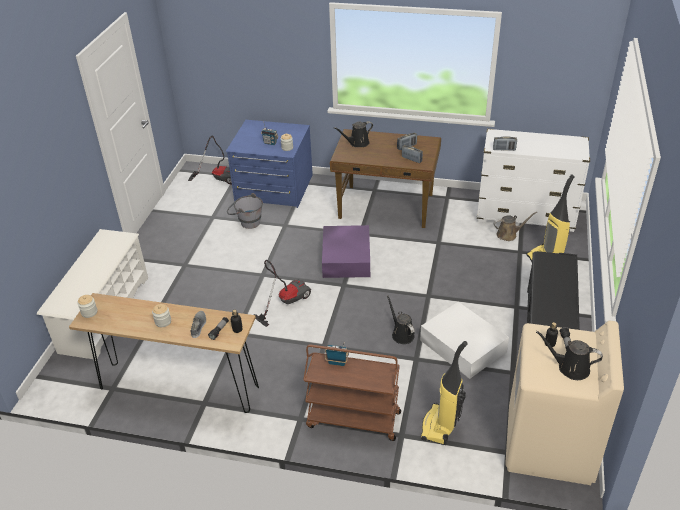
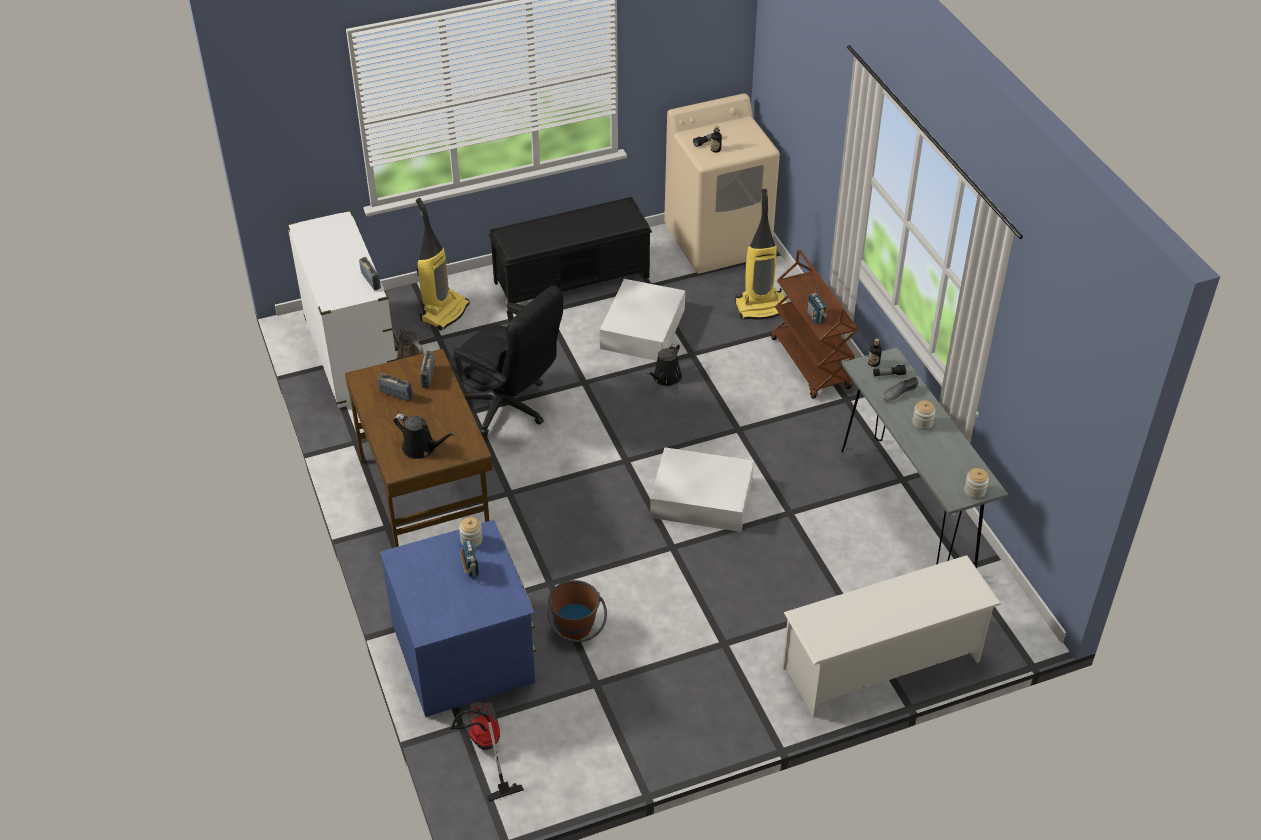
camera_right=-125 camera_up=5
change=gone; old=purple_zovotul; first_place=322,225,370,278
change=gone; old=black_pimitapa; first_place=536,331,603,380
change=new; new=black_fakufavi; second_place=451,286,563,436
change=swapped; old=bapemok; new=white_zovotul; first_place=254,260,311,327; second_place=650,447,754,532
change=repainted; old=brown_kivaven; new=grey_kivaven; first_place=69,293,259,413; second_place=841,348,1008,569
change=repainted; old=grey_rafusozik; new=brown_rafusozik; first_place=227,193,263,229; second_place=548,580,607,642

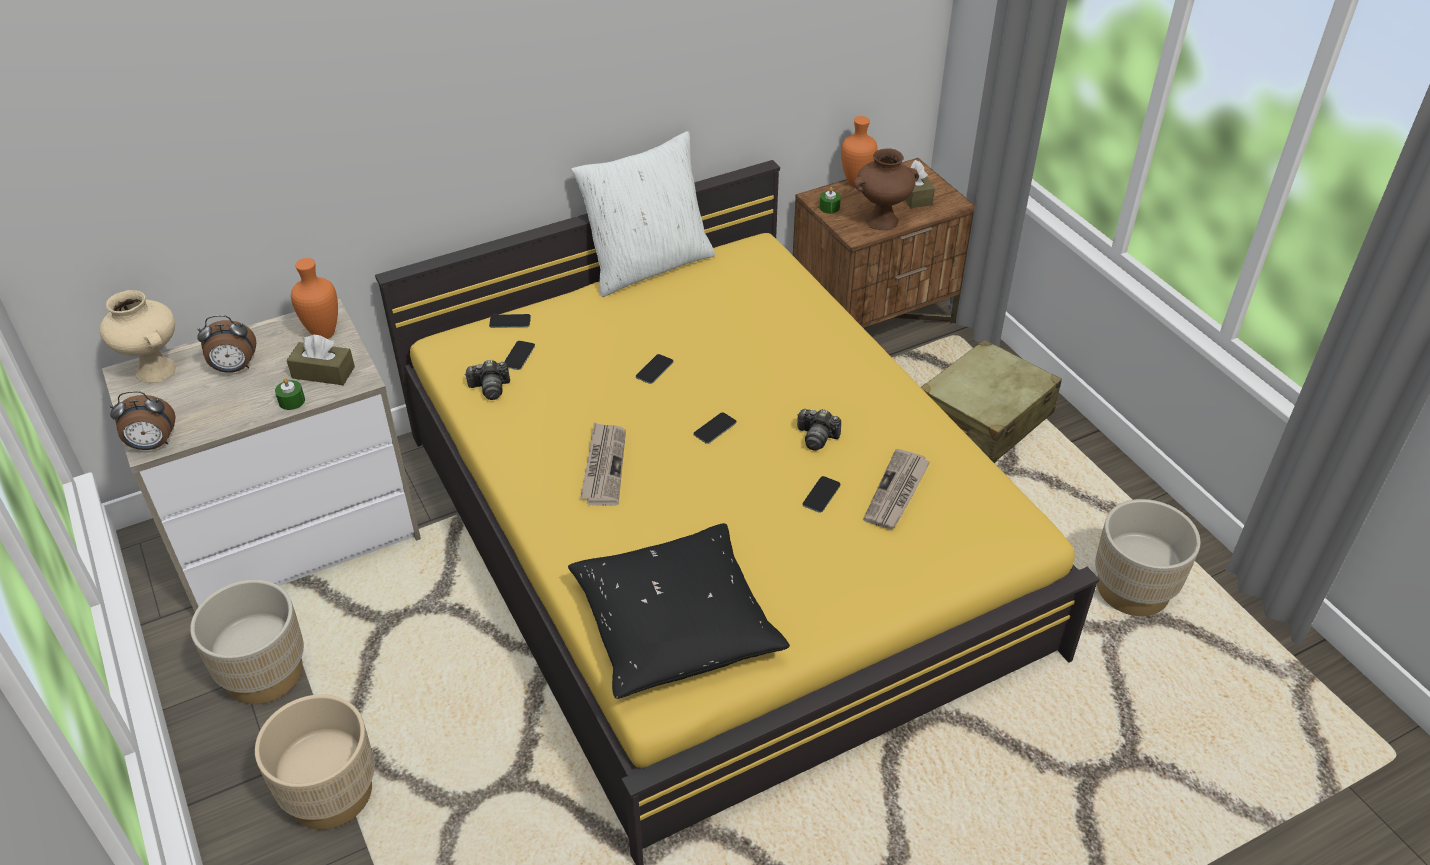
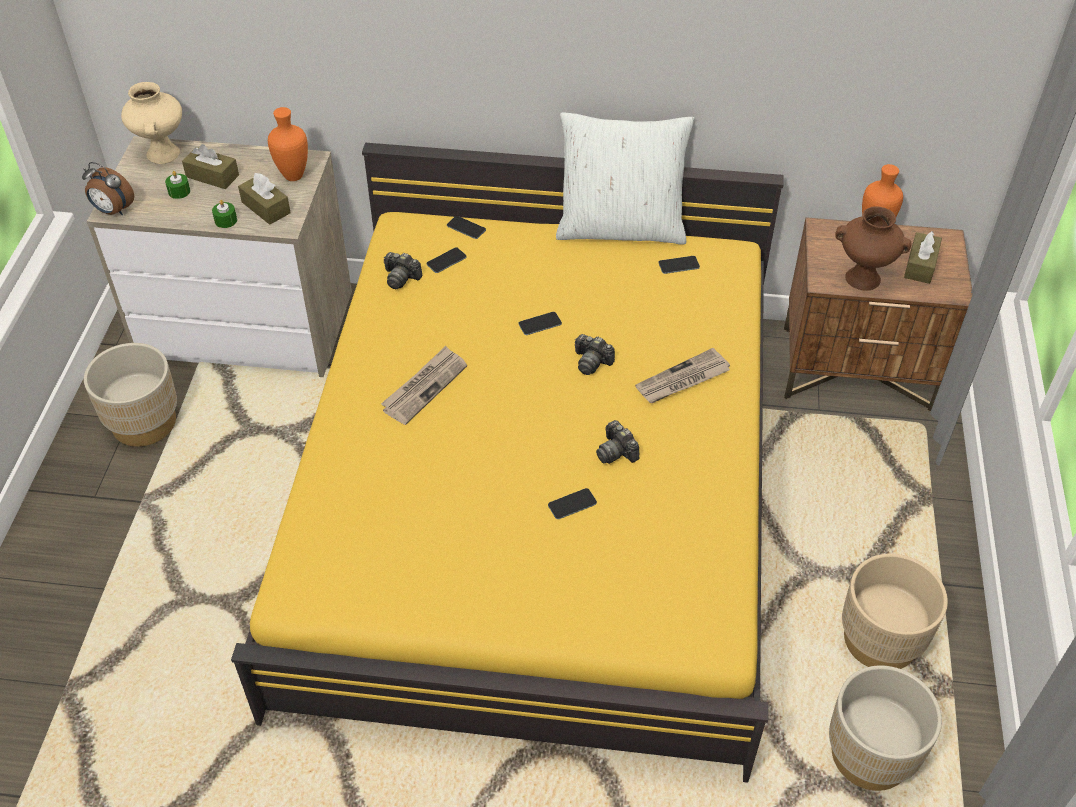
camera_right=35 camera_up=5
change=gone; old=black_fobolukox; first_place=568,523,790,699
change=gone; old=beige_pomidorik; first_place=921,339,1062,463
change=new; new=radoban; second_place=575,334,615,375
change=shifted; old=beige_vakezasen; first_place=255,694,374,829; second_place=842,554,948,669
change=shifted; old=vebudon; first_place=694,412,736,444; second_place=658,256,700,274
change=shifted; old=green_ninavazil; first_place=820,187,841,214; second_place=165,171,190,199
change=shifted; old=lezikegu; first_place=863,449,931,529; second_place=635,348,730,403
change=swapped; old=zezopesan; new=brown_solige; first_place=197,315,256,373; second_place=182,144,239,189

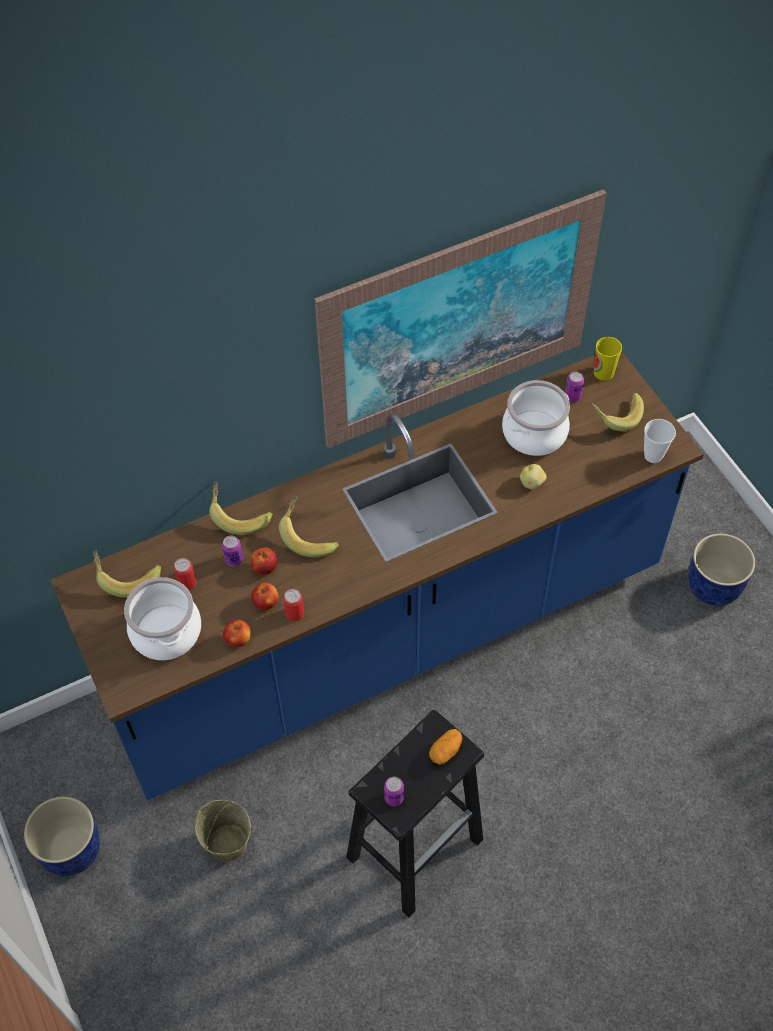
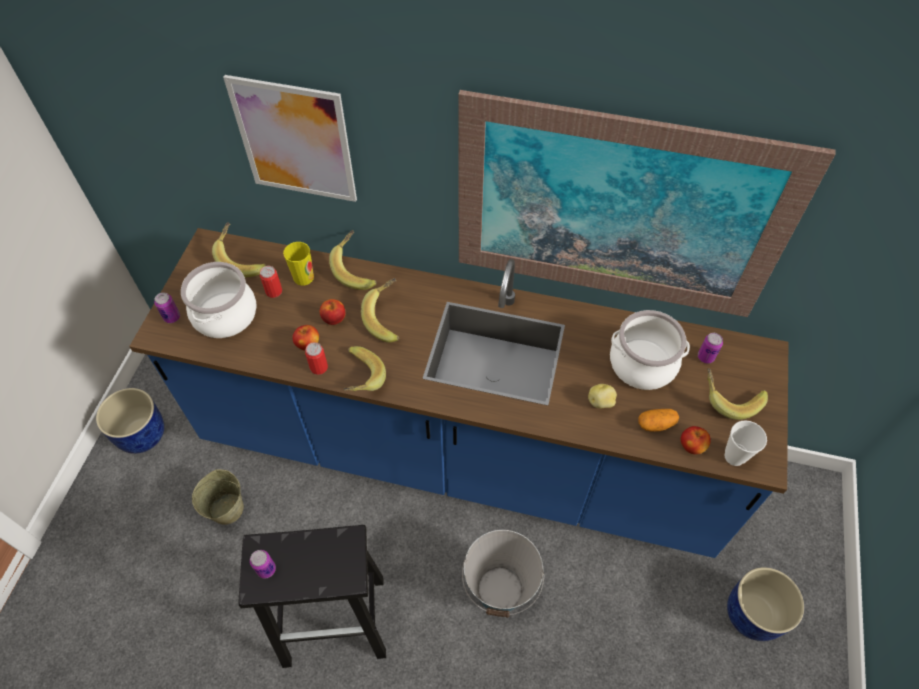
camera_right=40 camera_up=0
change=new; new=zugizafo; second_place=223,75,357,202
change=new; new=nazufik; second_place=344,346,386,391
change=new; new=rafusozik; second_place=462,530,544,618
change=shifted; old=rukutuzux; first_place=222,536,243,567; second_place=154,292,180,323
change=shifted; old=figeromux; first_place=223,619,251,647; second_place=681,426,711,454
change=shifted; old=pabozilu; first_place=429,729,462,765; second_place=638,409,679,432
change=shifted; old=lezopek; first_place=594,337,622,381; second_place=283,242,314,286

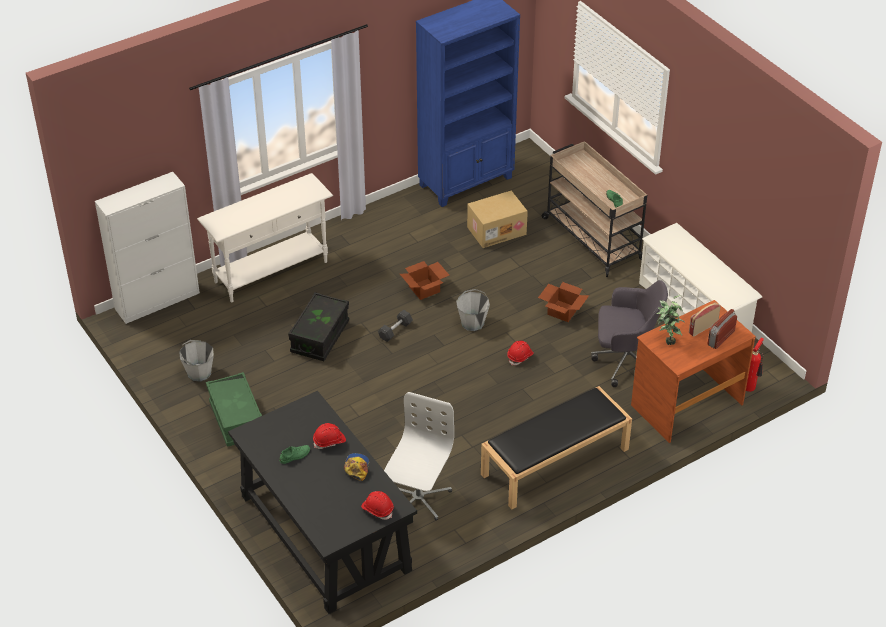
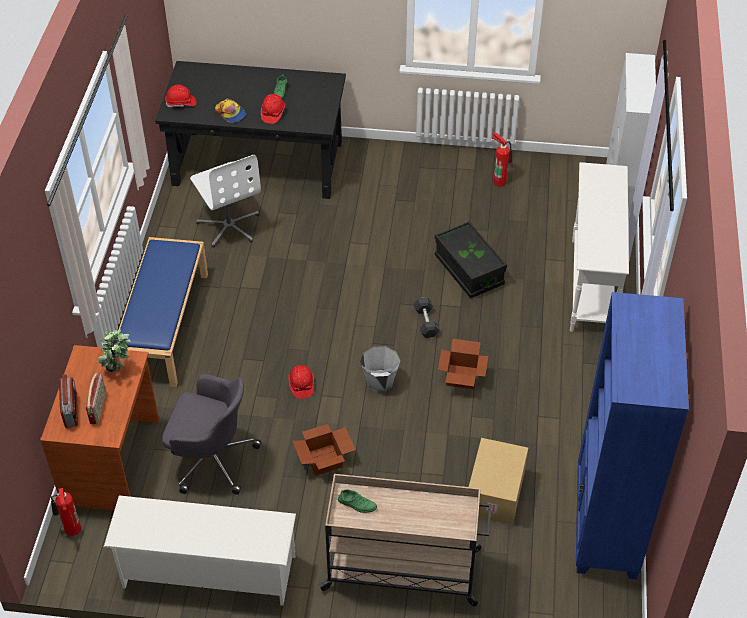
camera_right=130 camera_up=5
change=gone; old=green_zovotul; first_place=206,372,262,447
change=swapped; old=grey_rafusozik; new=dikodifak; first_place=179,340,214,382; second_place=492,132,512,187
change=repainted; old=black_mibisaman; new=blue_mibisaman; first_place=481,386,632,510; second_place=116,237,208,387
change=rotated; old=grey_fakufavi; first_place=591,280,668,387; second_place=162,374,261,495; degrees=-120

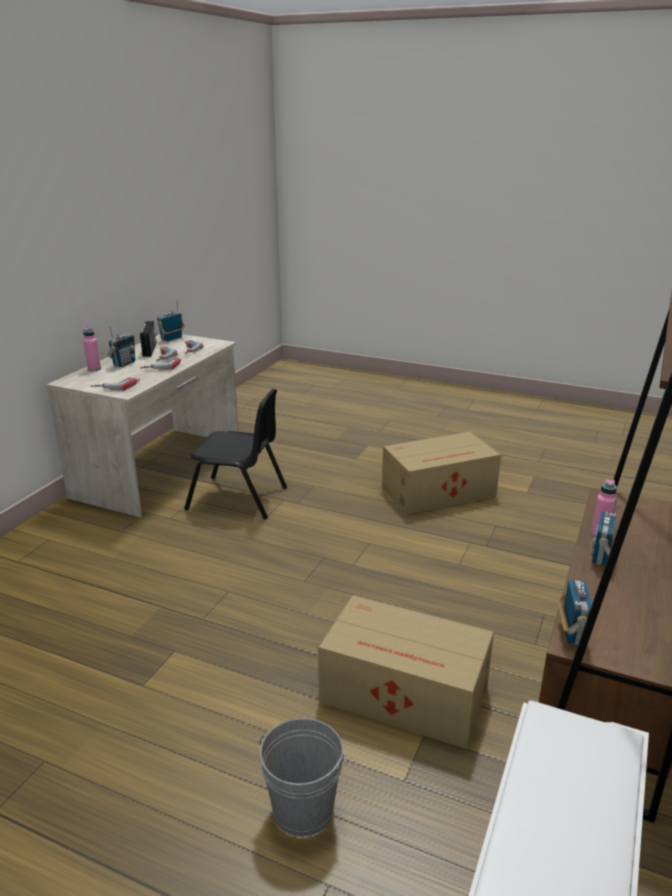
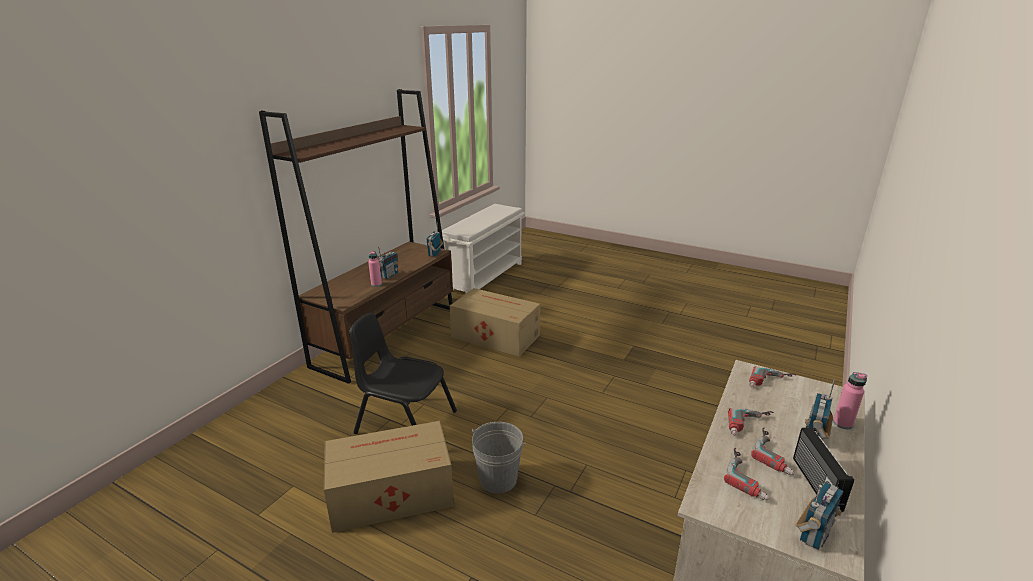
camera_right=-175 camera_up=0
change=shifted; old=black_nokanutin; first_place=184,389,287,519; second_place=349,312,457,434
change=shifted; old=grey_rafusozik; first_place=255,718,347,836; second_place=472,422,526,493

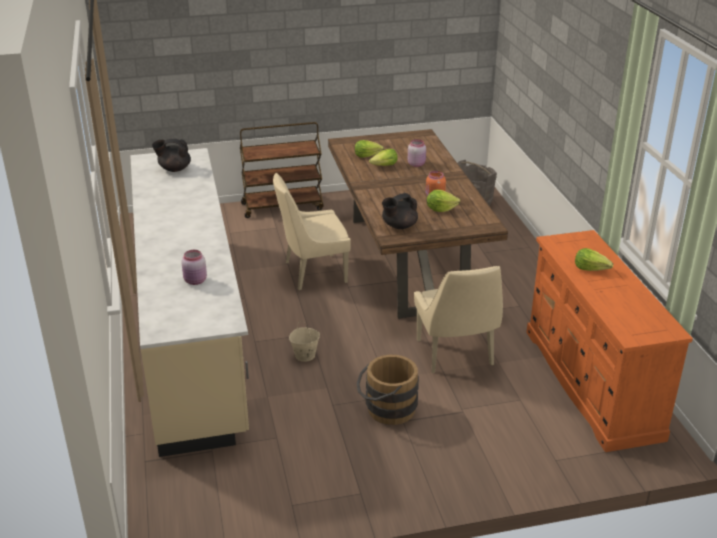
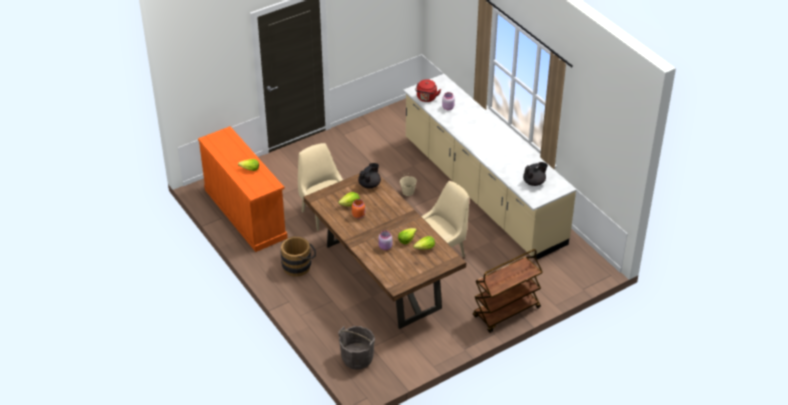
camera_right=160 camera_up=10
change=new; new=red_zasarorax; second_place=415,79,441,102
change=shifted; old=brown_rafusozik; first_place=357,355,419,425; second_place=281,237,316,277

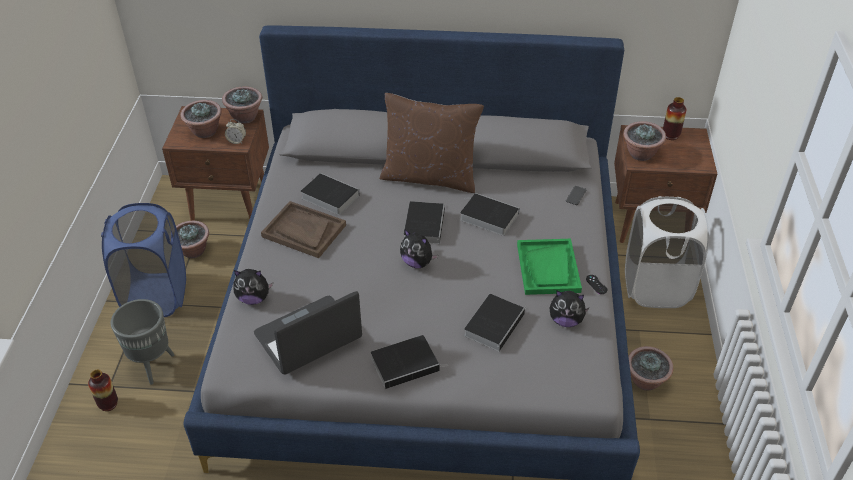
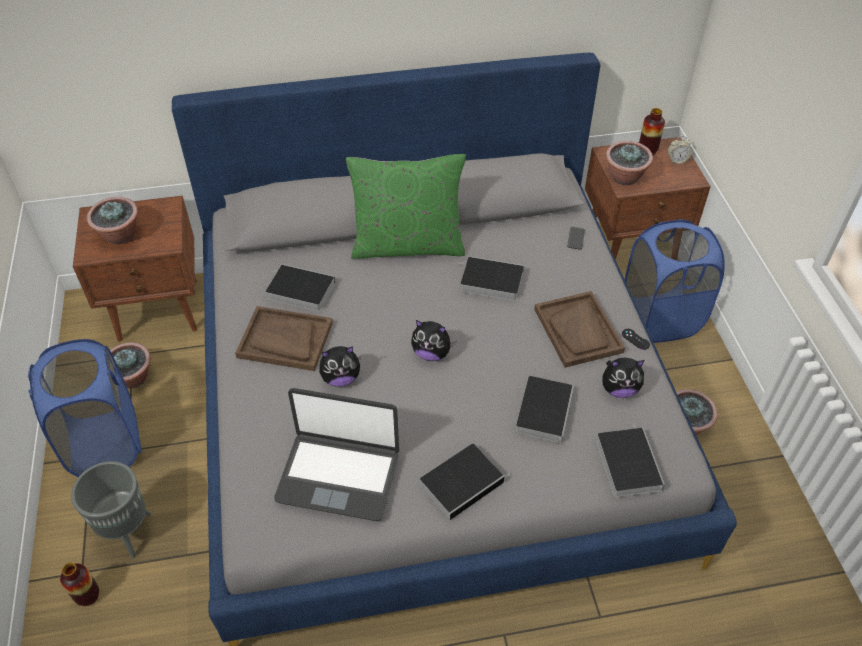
camera_right=-15 camera_up=5
change=gone; old=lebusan; first_place=222,87,262,123
change=shifted; old=zezopesan; first_place=225,119,246,144; second_place=668,136,691,164
change=shifted; old=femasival; first_place=233,269,273,305; second_place=319,346,361,387
change=shifted; old=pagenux; first_place=404,201,445,244; second_place=596,424,665,497
change=repainted; old=brown_fobolukox; new=green_fobolukox; first_place=380,93,484,193; second_place=346,154,466,259
change=repainted; old=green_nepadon; new=brown_nepadon; first_place=517,239,582,295; second_place=534,291,625,368
change=repainted; old=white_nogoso; new=blue_nogoso; first_place=625,196,709,308; second_place=624,219,725,343
change=rotated; old=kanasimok; first_place=254,291,362,374; second_place=274,388,399,521; degrees=-120

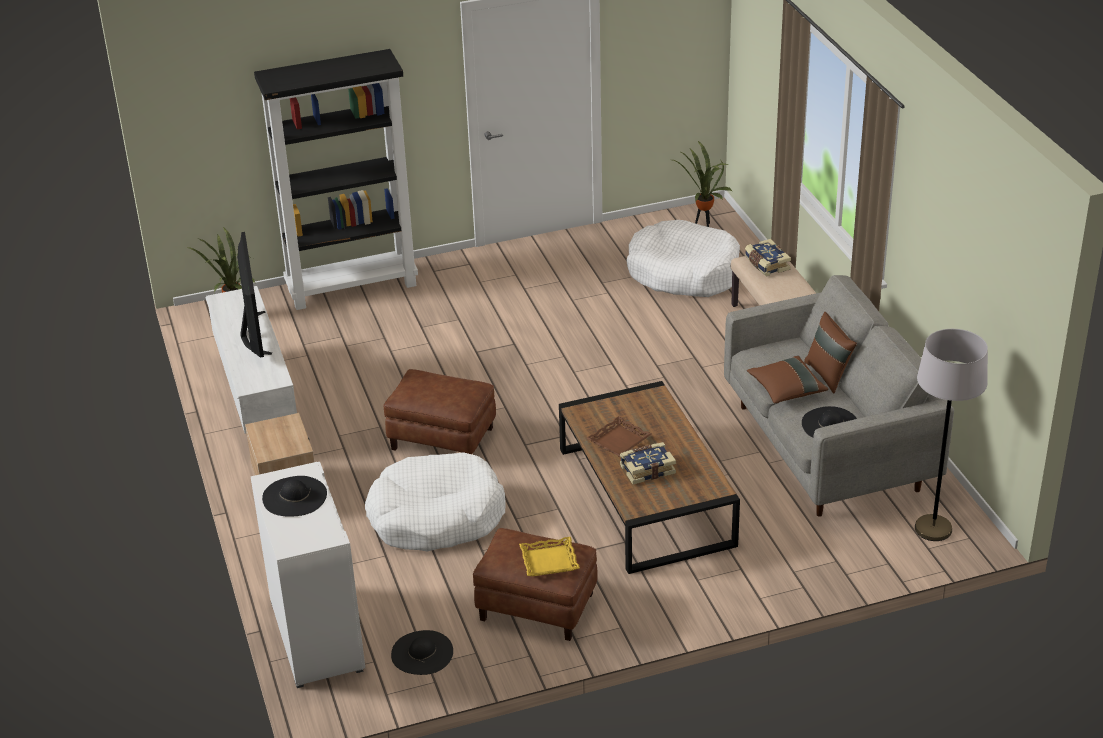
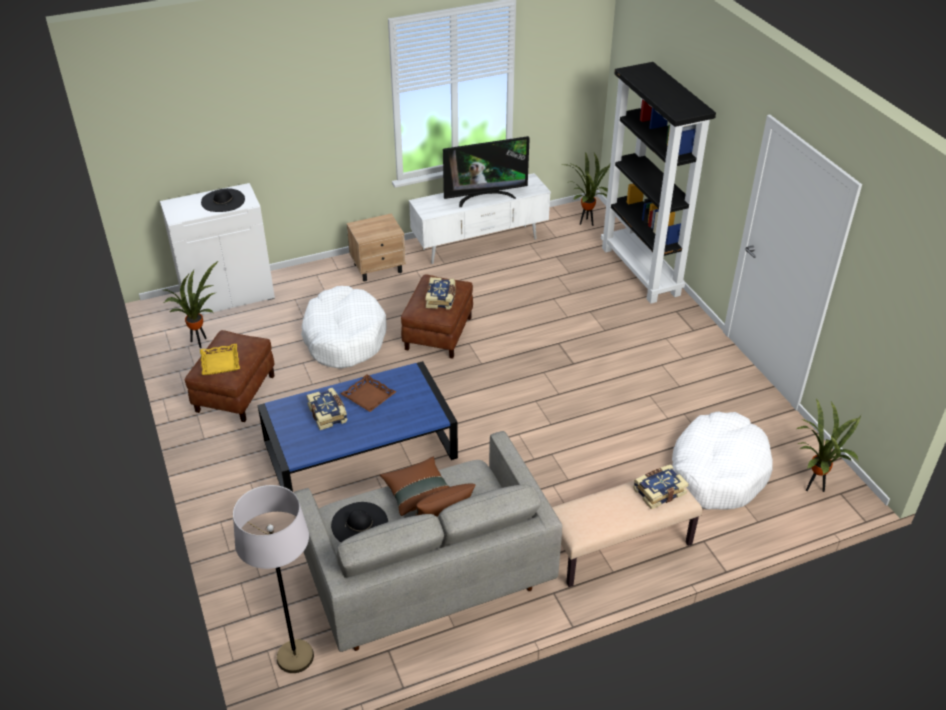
camera_right=85 camera_up=5
change=new; new=pagenux; second_place=425,277,456,310
change=swapped; old=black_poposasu; new=lebusan; first_place=391,630,453,675; second_place=163,261,218,348
change=repainted; old=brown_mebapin; new=blue_mebapin; first_place=559,381,740,574; second_place=257,361,458,492

